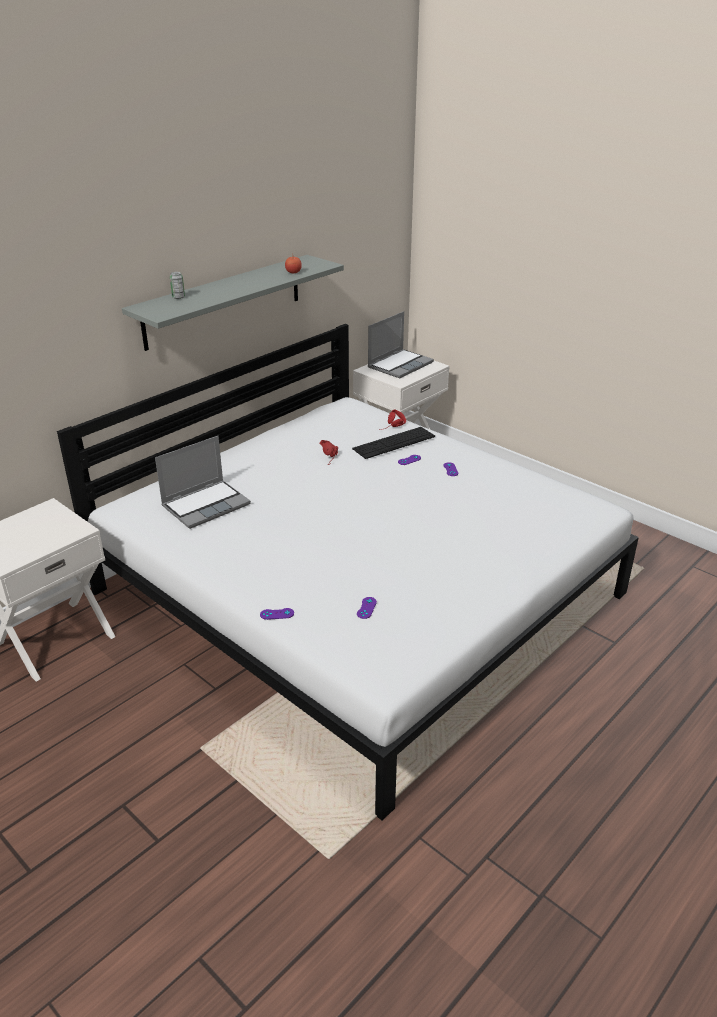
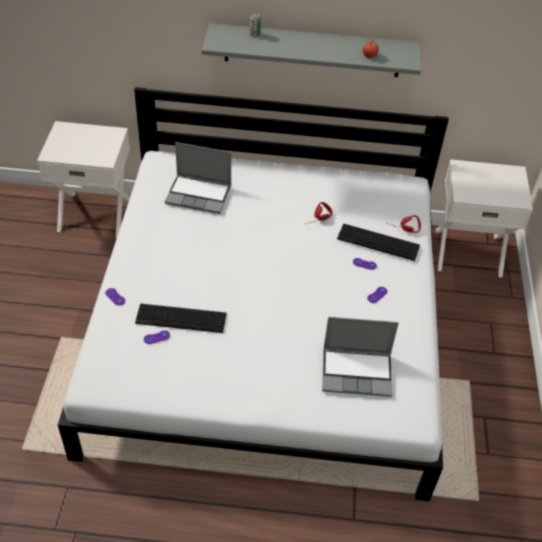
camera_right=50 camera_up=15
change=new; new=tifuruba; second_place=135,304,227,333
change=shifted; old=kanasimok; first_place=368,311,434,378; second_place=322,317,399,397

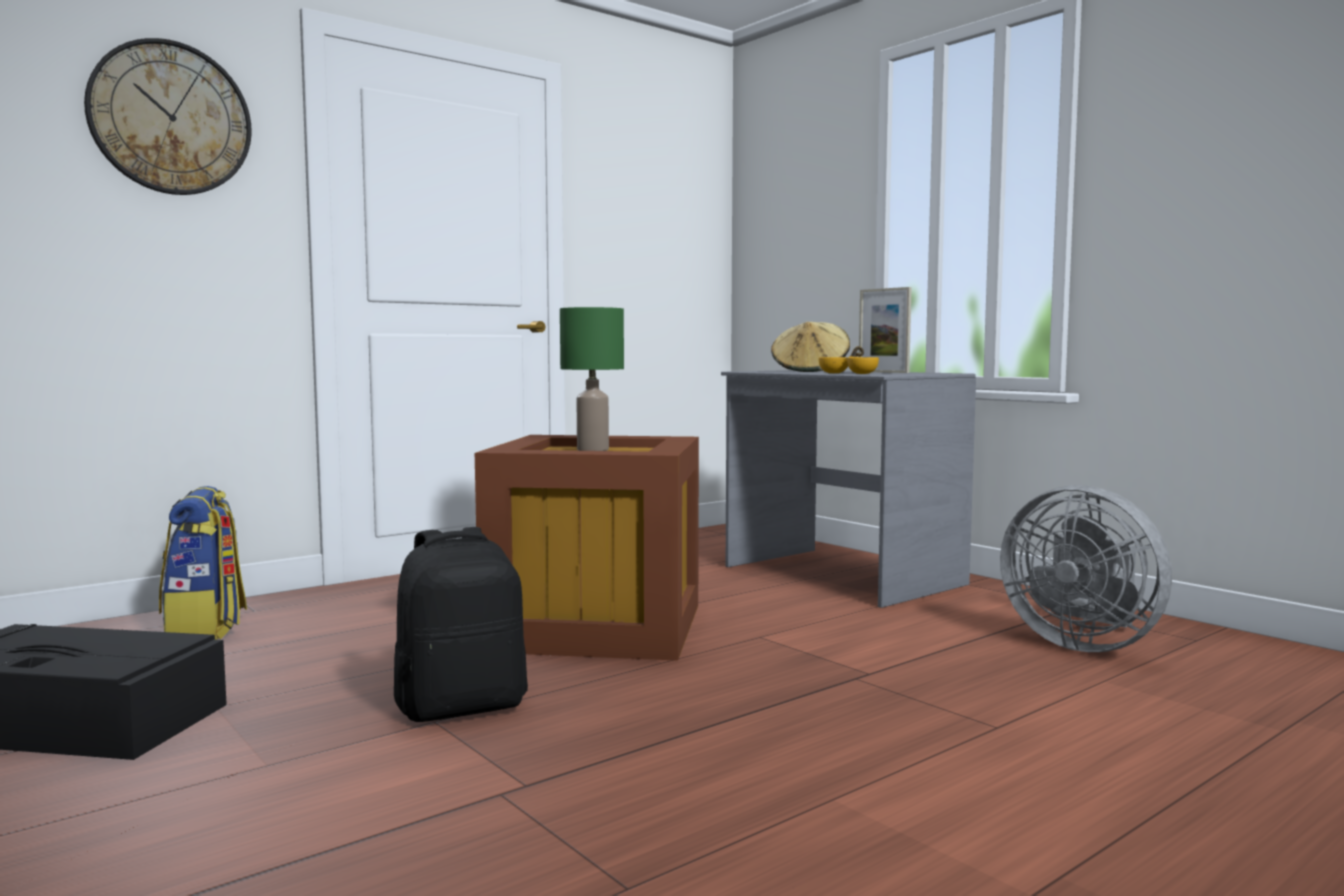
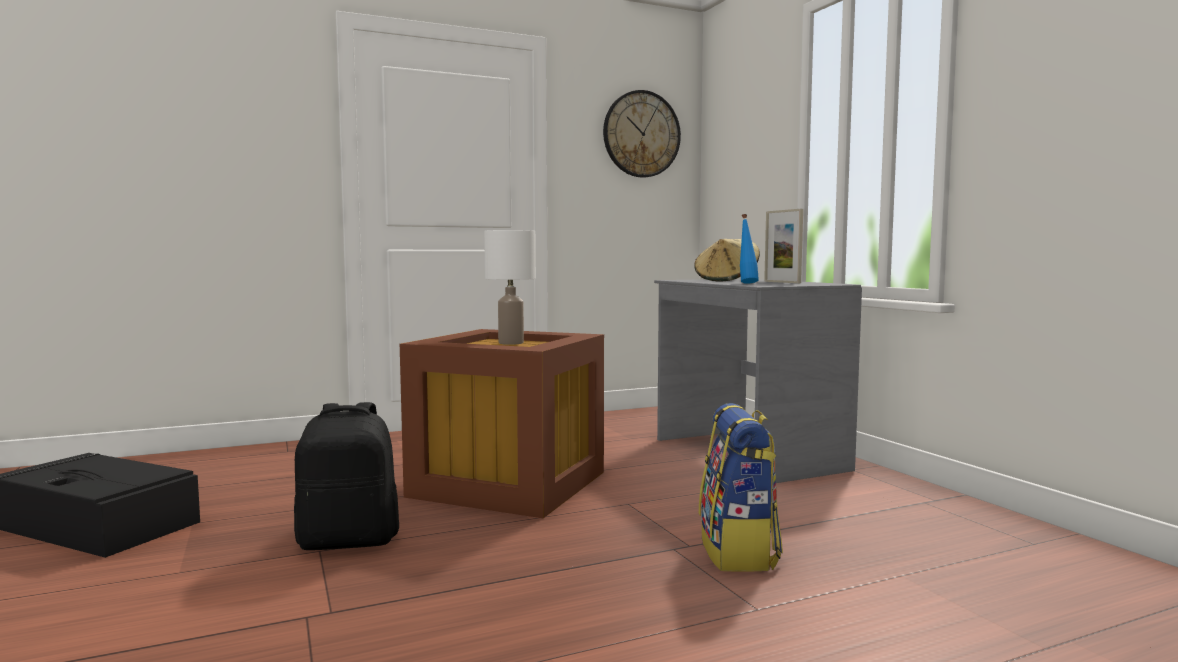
camera_right=15 camera_up=0
change=gone; old=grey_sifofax; first_place=1000,485,1172,652
change=shifted; old=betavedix; first_place=84,38,252,195; second_place=603,90,681,178
change=shifted; old=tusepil; first_place=159,486,247,640; second_place=699,403,783,571
change=swapped; old=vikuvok; new=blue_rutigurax; first_place=819,346,879,374; second_place=740,214,759,284
change=repainted; old=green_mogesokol; new=white_mogesokol; first_place=560,307,624,451; second_place=484,230,536,345

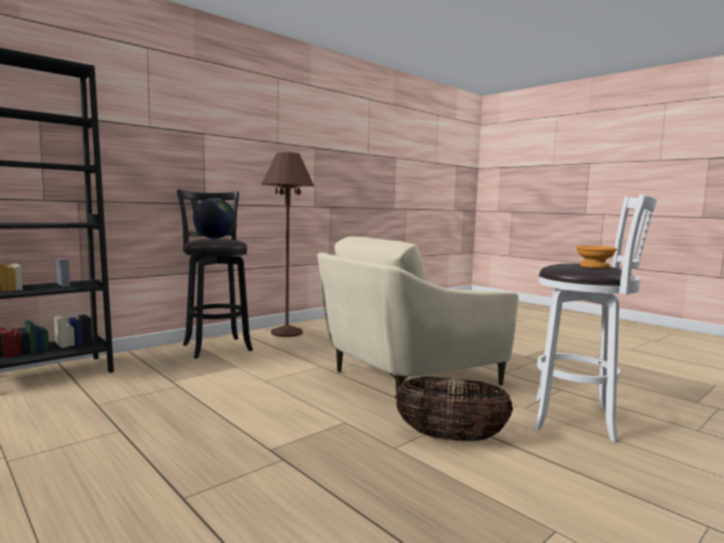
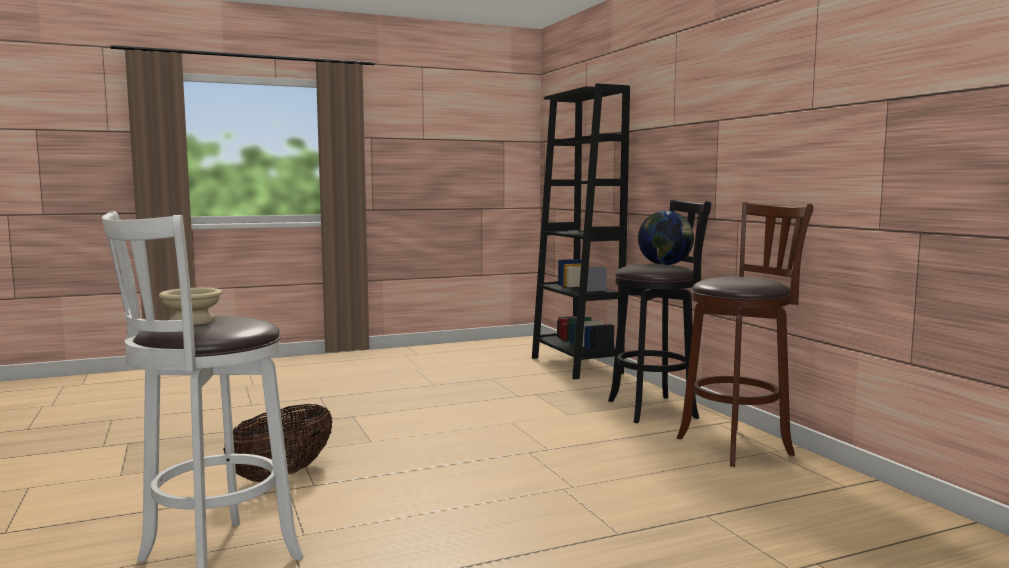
camera_right=110 camera_up=0
change=gone; old=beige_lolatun; first_place=317,236,519,392
change=swapped; old=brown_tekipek; new=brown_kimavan; first_place=261,152,314,337; second_place=677,202,813,467
change=repainted; old=orange_vikuvok; new=beige_vikuvok; first_place=576,245,617,268; second_place=159,288,222,325

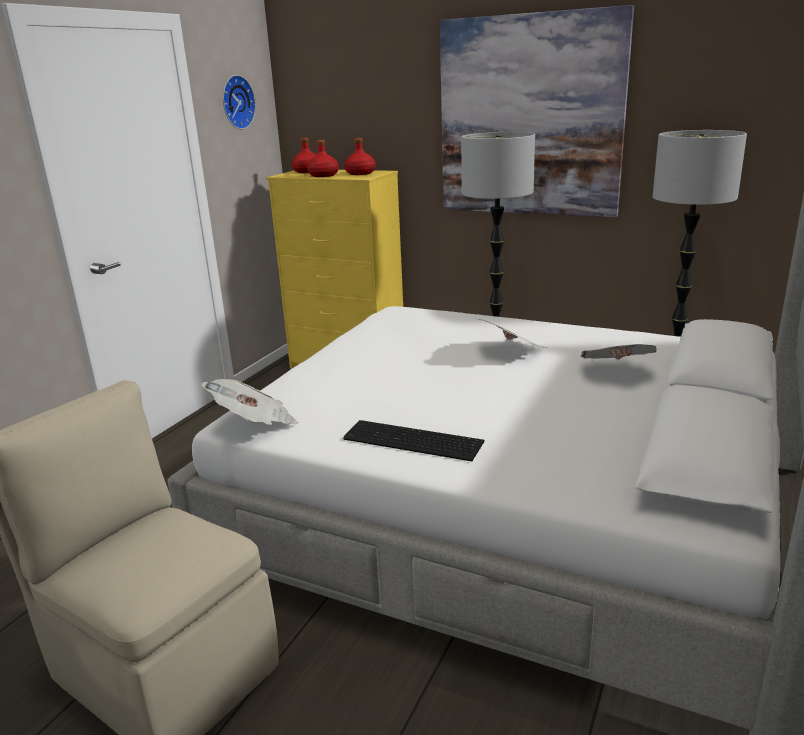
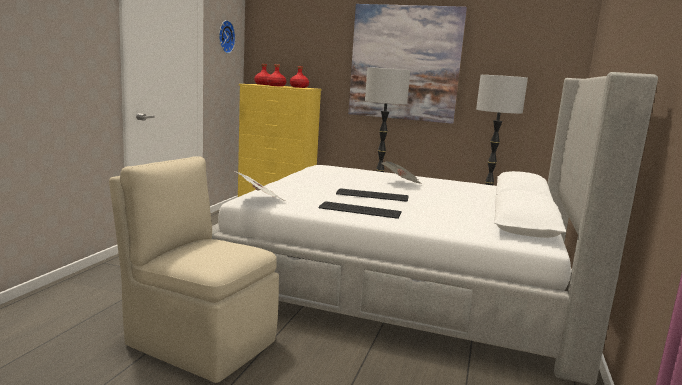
camera_right=-10 camera_up=-10
change=gone; old=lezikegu; first_place=581,344,657,360
change=new; new=tifuruba; second_place=336,188,409,202

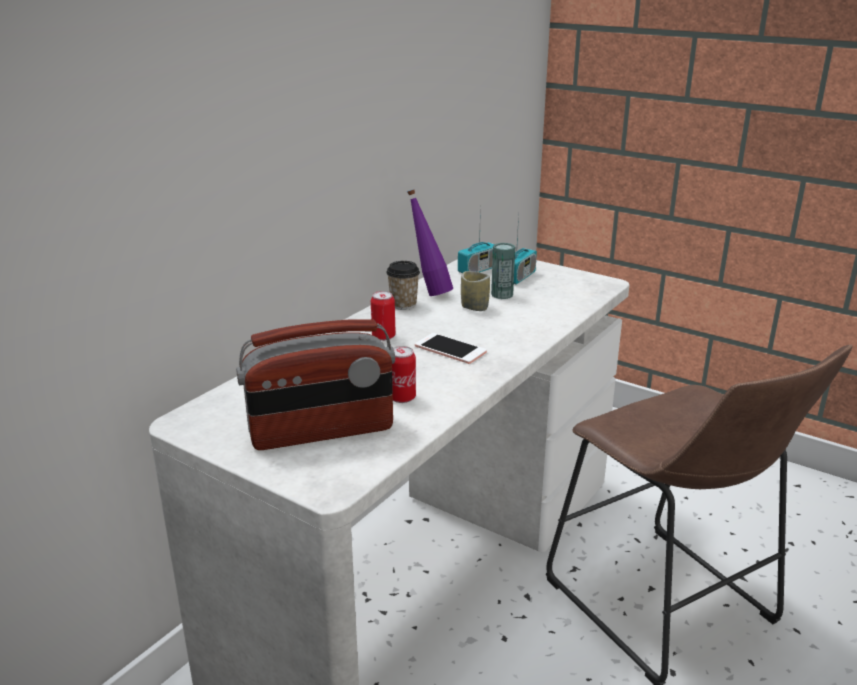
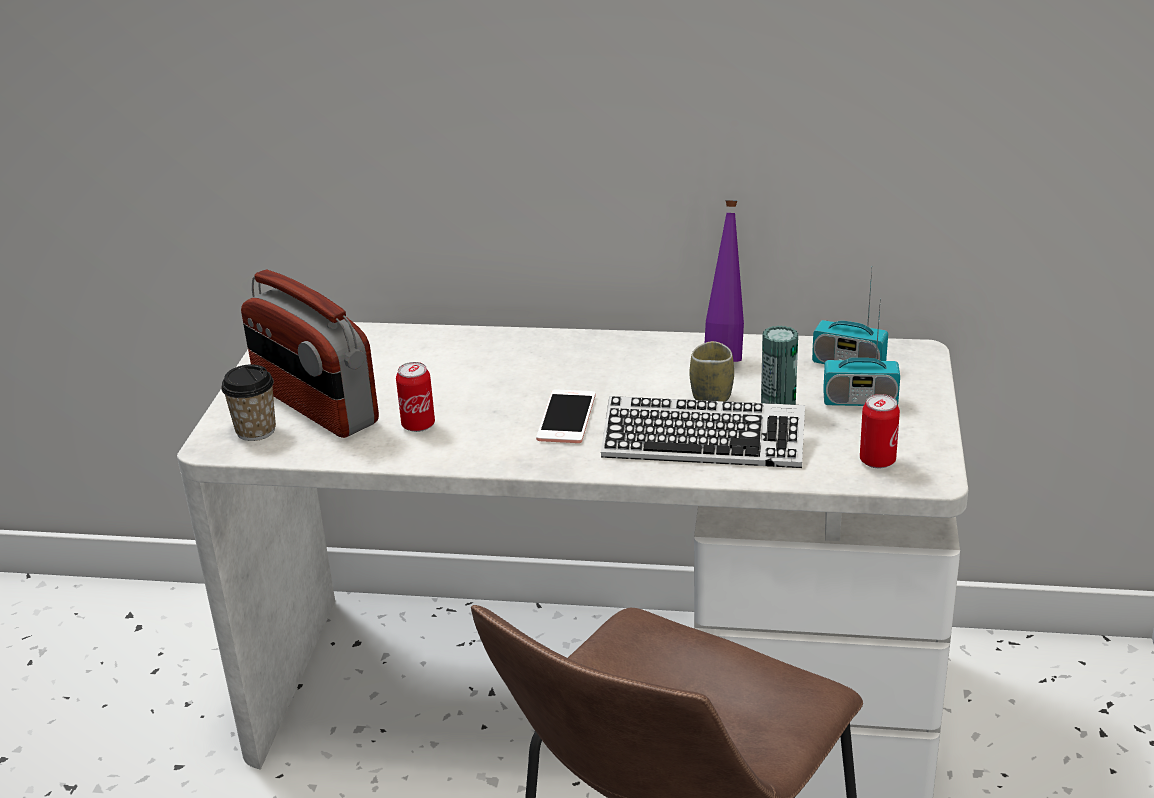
camera_right=65 camera_up=5
change=new; new=tifuruba; second_place=601,396,805,468
change=shifted; old=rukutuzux; first_place=371,291,396,341; second_place=860,394,900,468
change=shifted; old=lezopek; first_place=386,261,420,310; second_place=221,364,276,441

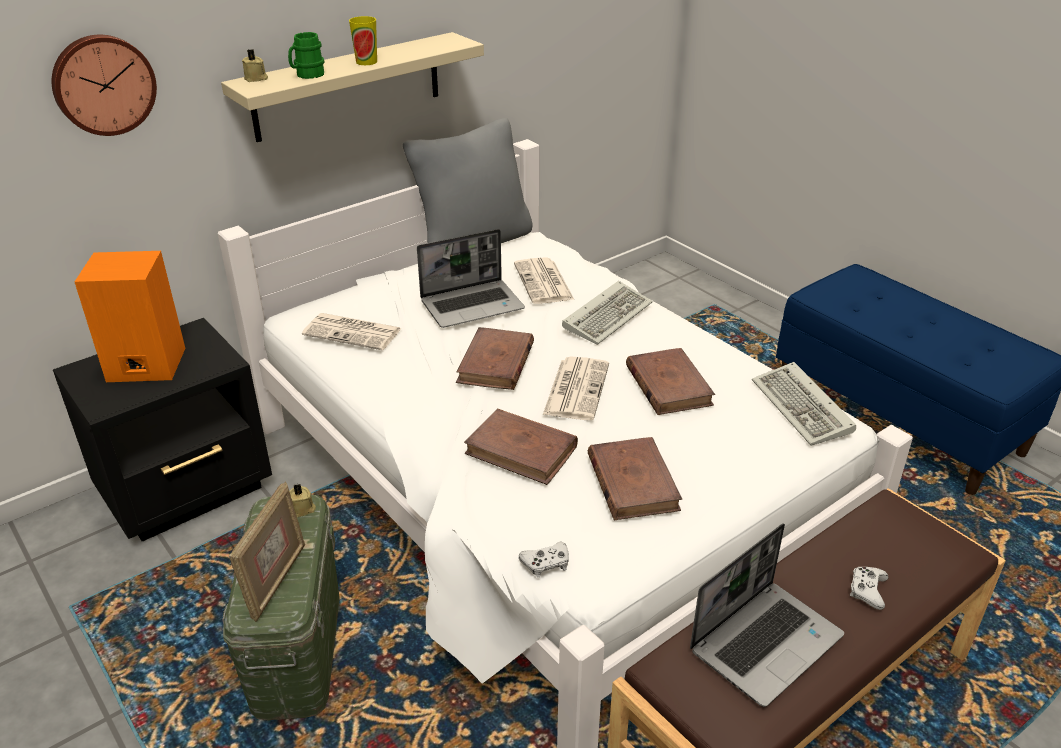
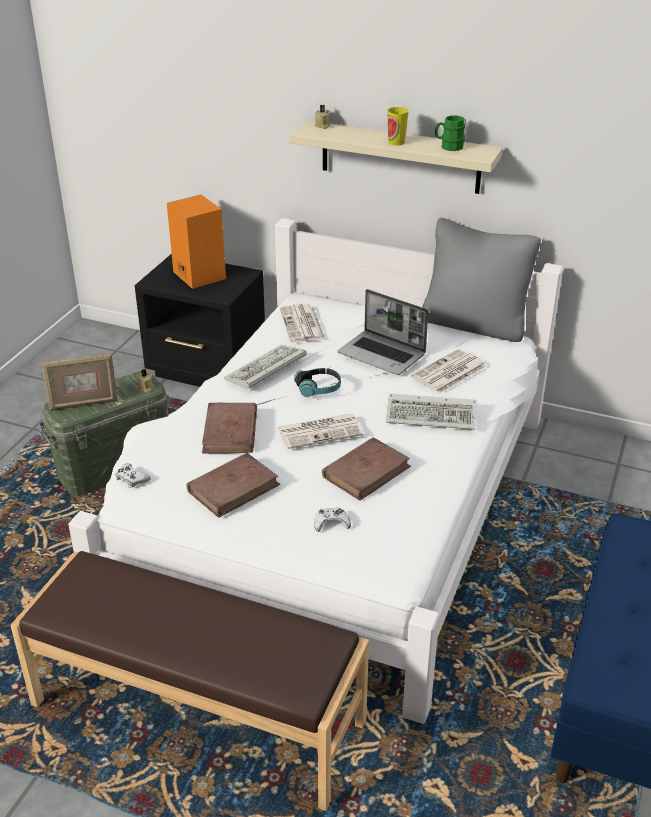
camera_right=60 camera_up=0
change=gone; old=betavedix; first_place=52,35,157,136
change=gone; old=kanasimok; first_place=690,523,844,707
change=shifted; old=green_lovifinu; first_place=288,32,324,79; second_place=435,115,465,151
change=shifted; old=tifuruba; first_place=752,362,856,446; second_place=224,345,306,390
change=shifted; old=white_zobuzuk; first_place=850,567,889,610; second_place=314,508,351,532
change=swapped; old=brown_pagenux; new=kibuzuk; first_place=456,327,534,390; second_place=294,368,341,397

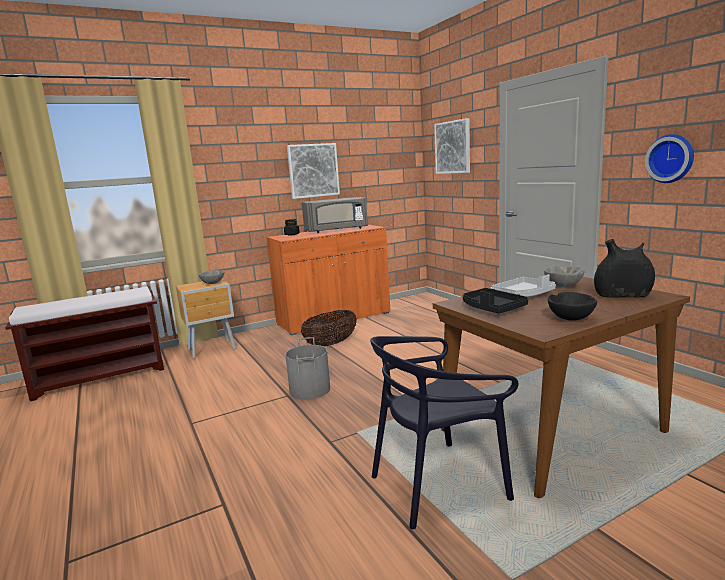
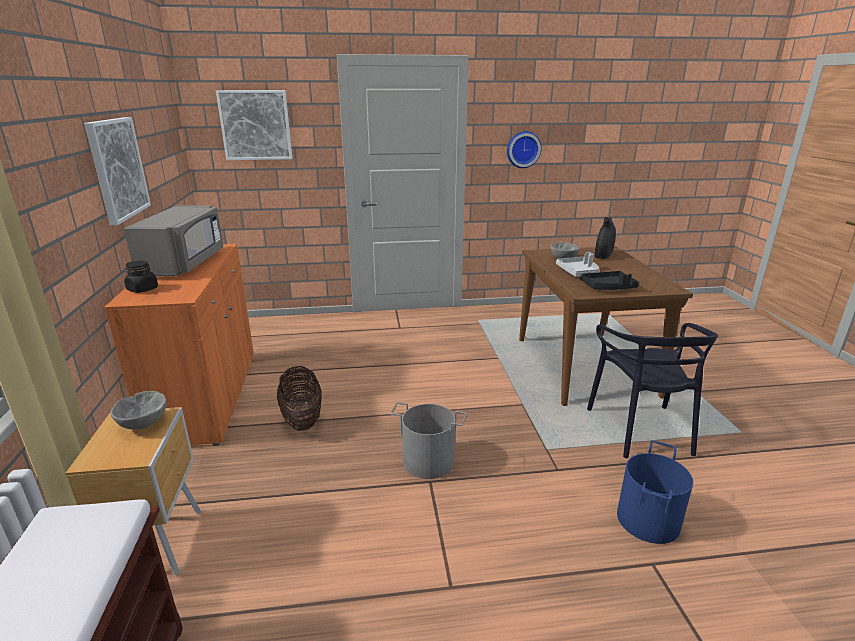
camera_right=-70 camera_up=10
change=gone; old=black_vikuvok; first_place=548,292,597,321
change=new; new=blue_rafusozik; second_place=617,441,693,544

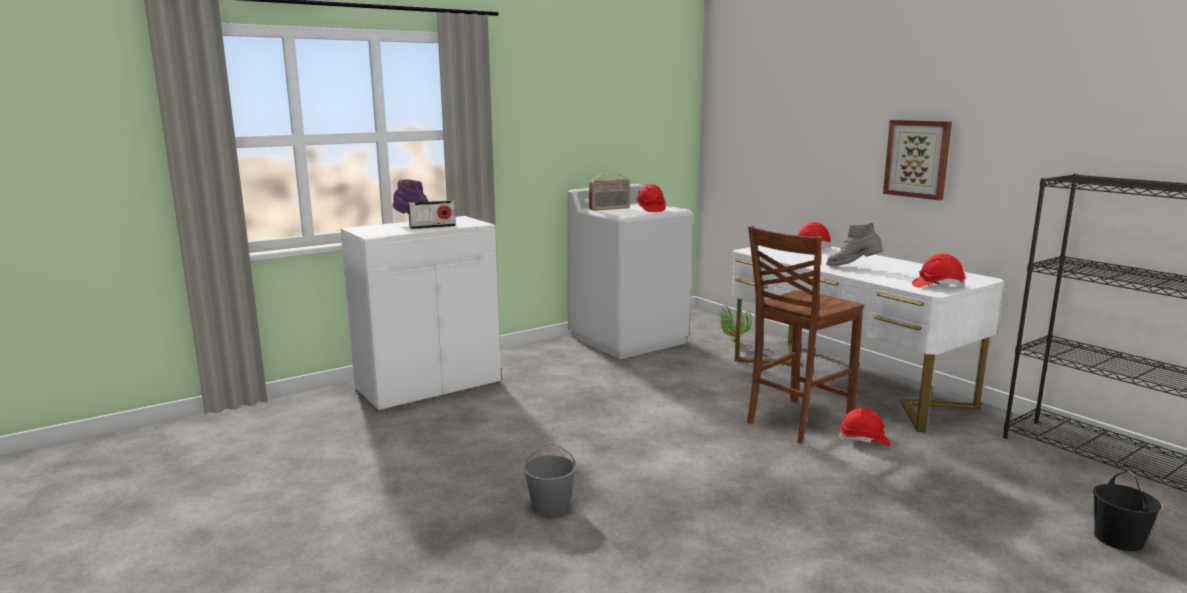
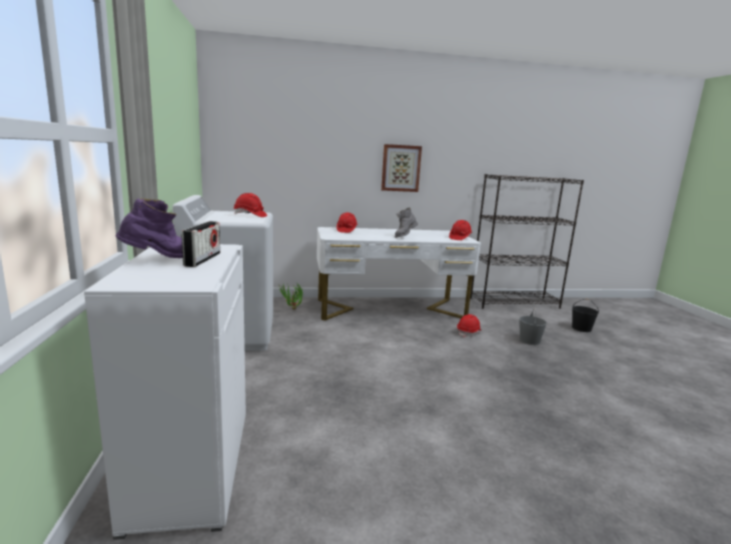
camera_right=-65 camera_up=0
change=gone; old=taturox; first_place=589,173,630,211
change=gone; old=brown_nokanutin; first_place=747,226,864,444
change=shifted; old=grey_rafusozik; first_place=524,443,576,516; second_place=519,308,547,345

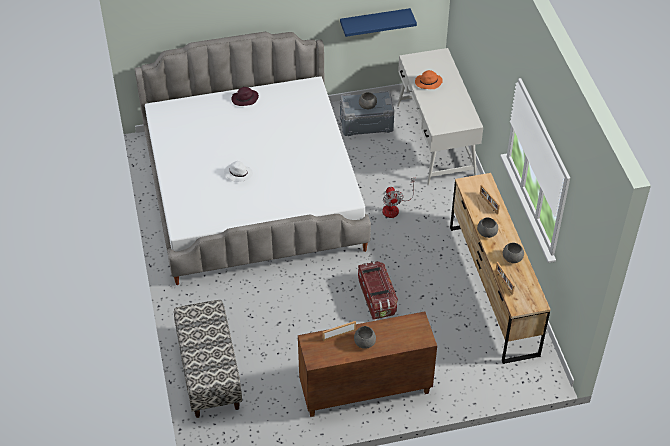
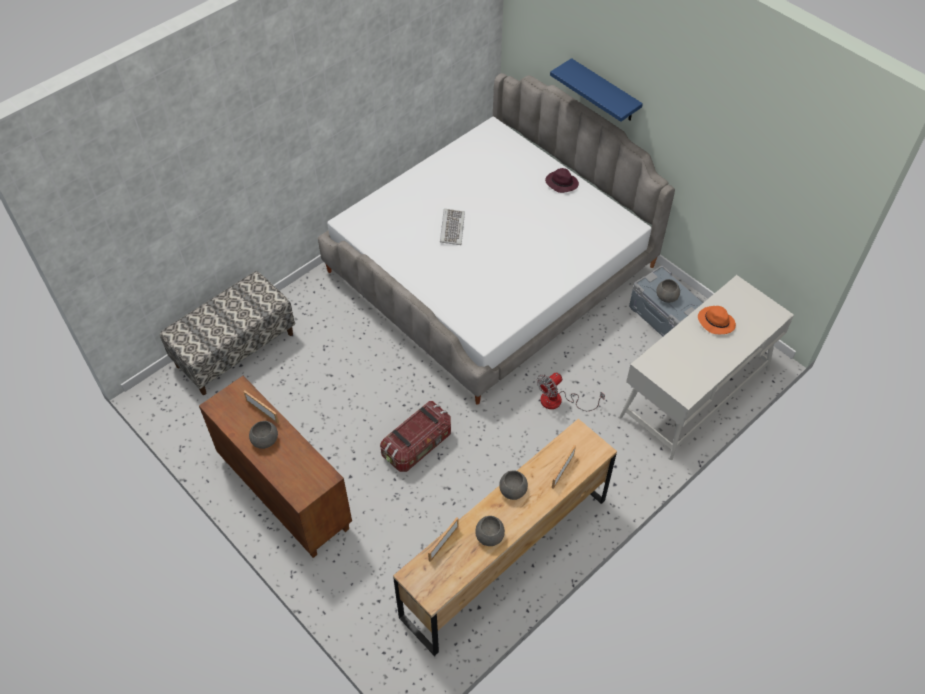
camera_right=60 camera_up=5
change=shifted; old=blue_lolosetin; first_place=340,8,417,37; second_place=550,58,643,122
change=swapped; old=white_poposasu; new=tifuruba; first_place=224,161,253,182; second_place=440,209,465,245

